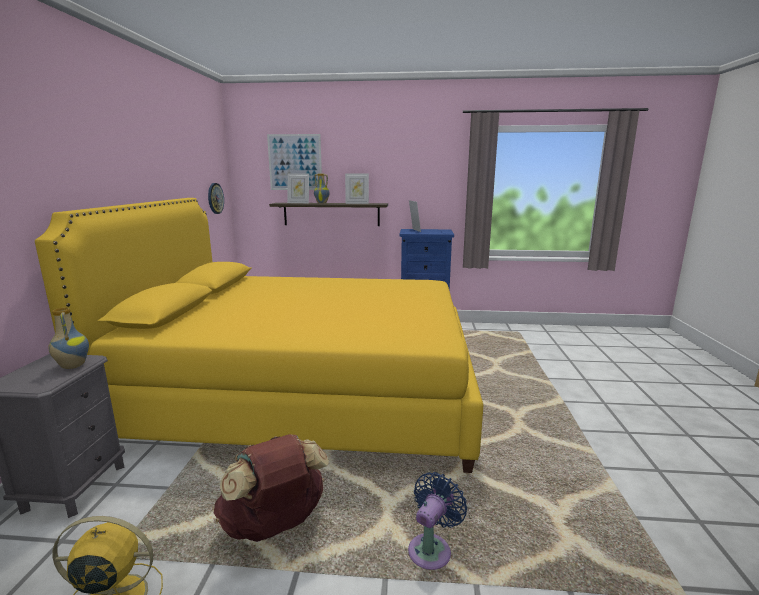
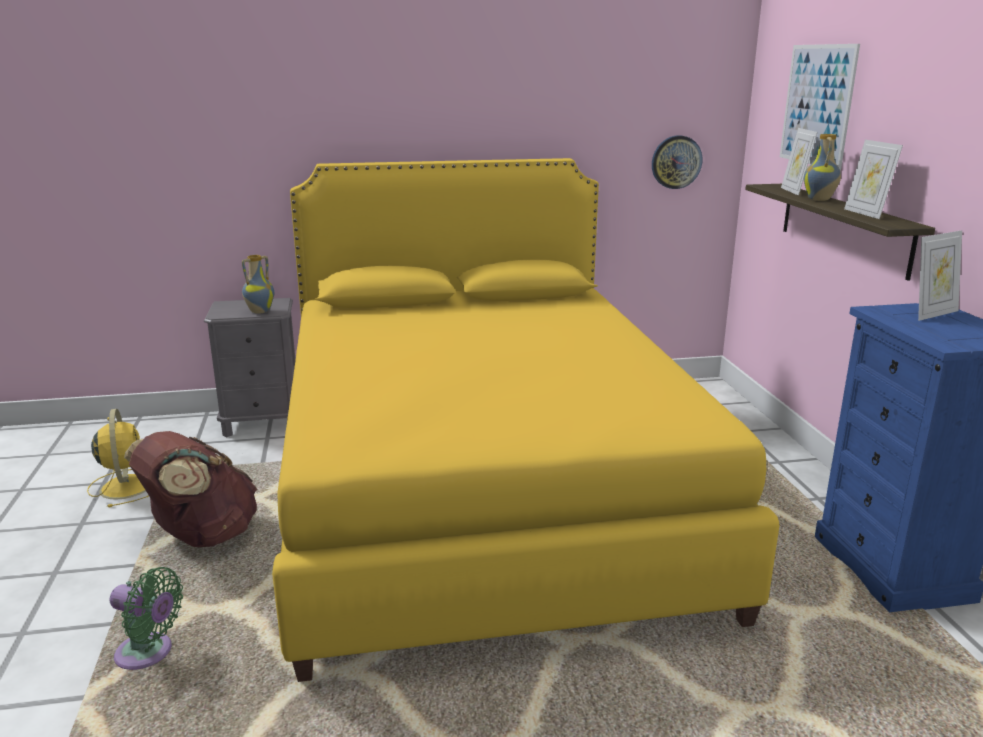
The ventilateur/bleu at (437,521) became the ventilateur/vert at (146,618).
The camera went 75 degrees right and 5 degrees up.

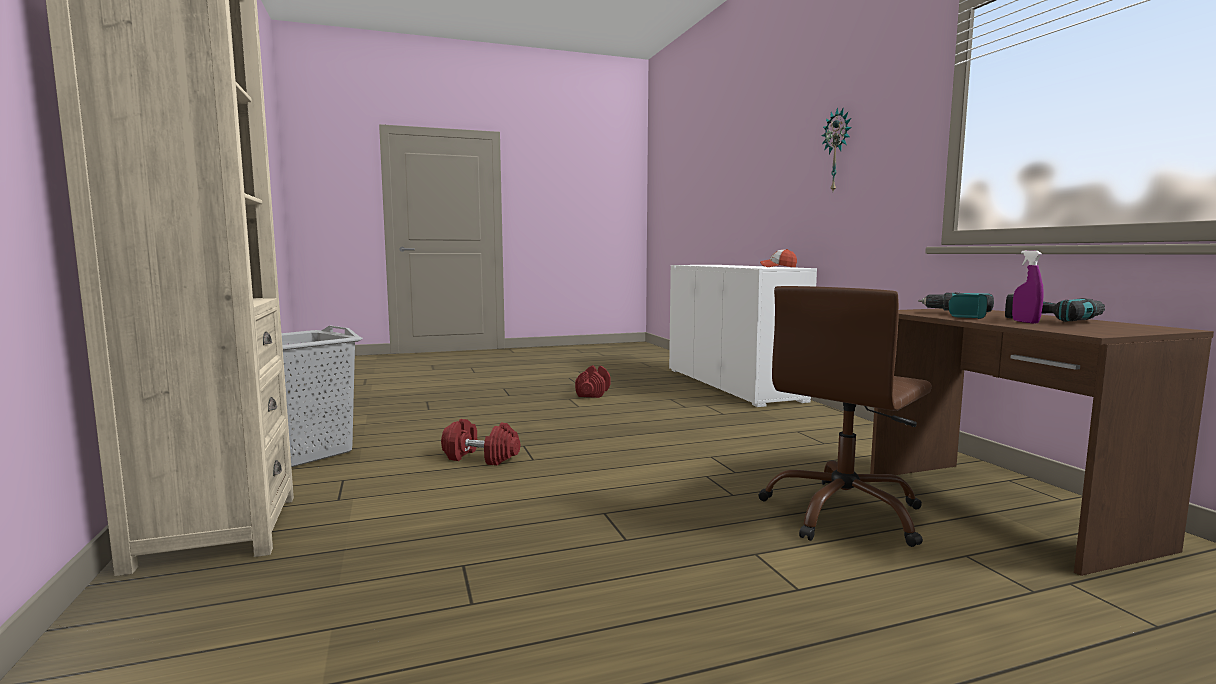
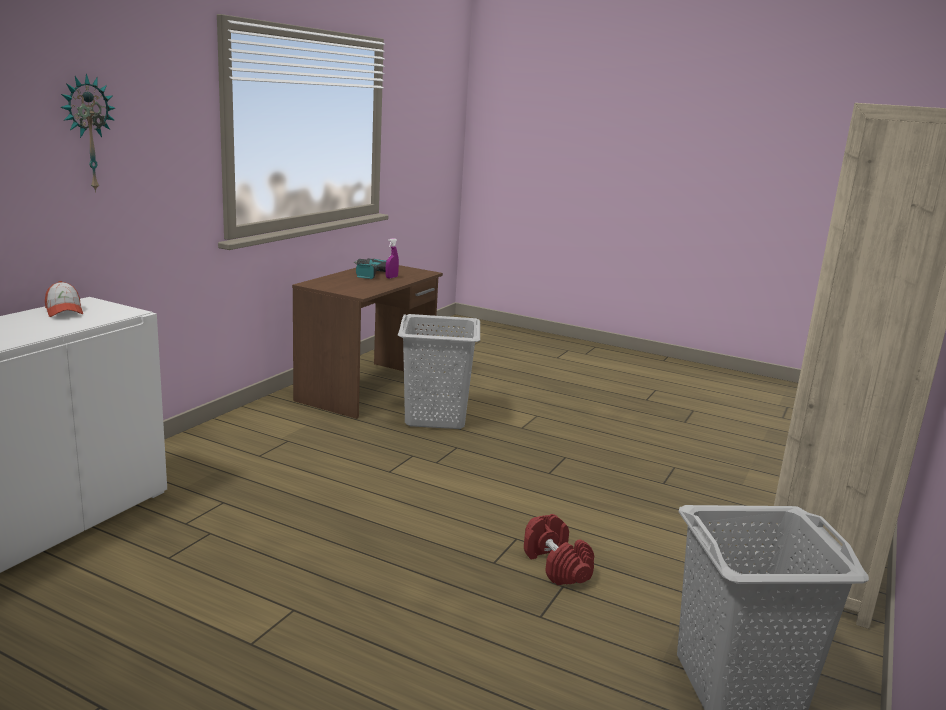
The haltère/rouge at (592,382) disappeared.
The perceuse at (956,305) disappeared.
The chaise de bureau/marron at (845,416) was replaced by the panier à linge/gris at (439,371).
The camera went 135 degrees left and 10 degrees up.

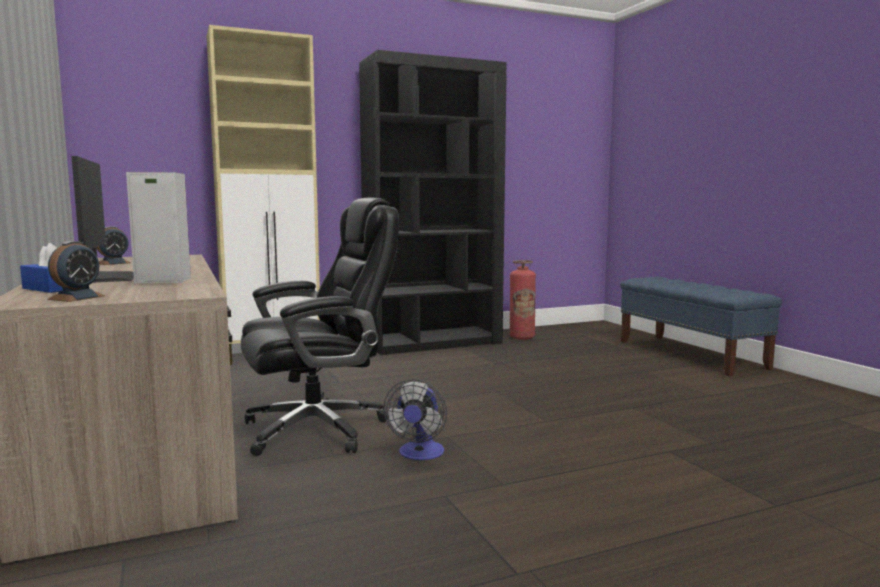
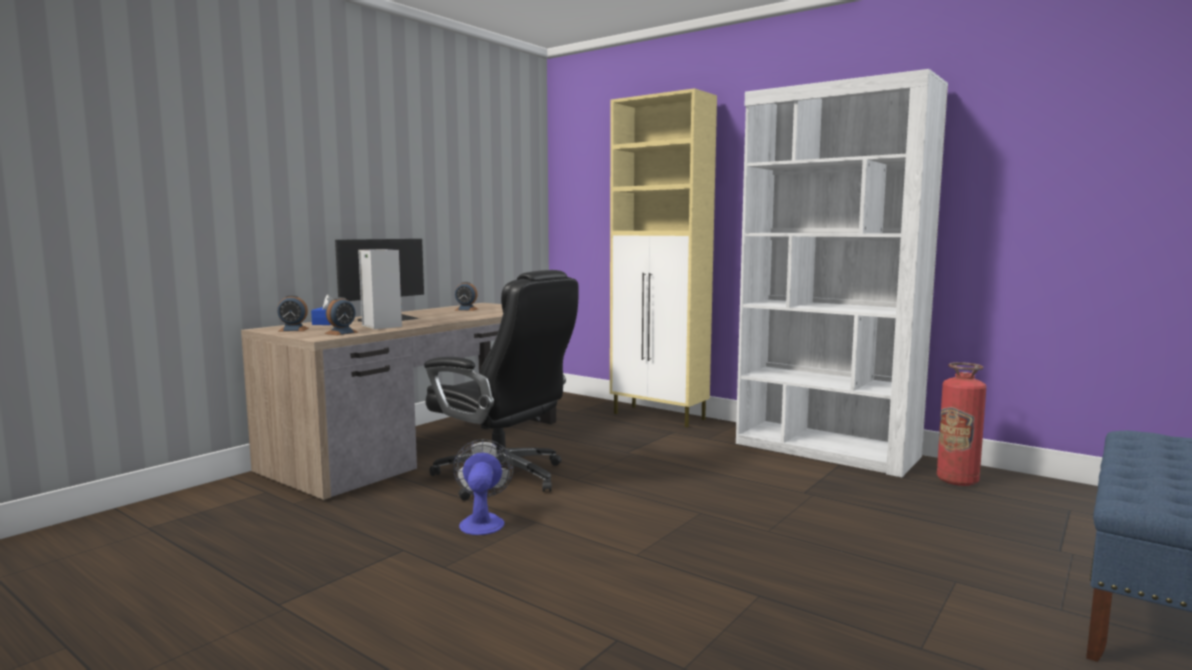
The réveil at (341,316) appeared.
The bibliothèque/noir at (433,202) became the bibliothèque/blanc at (842,273).
The ventilateur at (415,419) turned 105 degrees clockwise.
The camera went 60 degrees right and 0 degrees up.

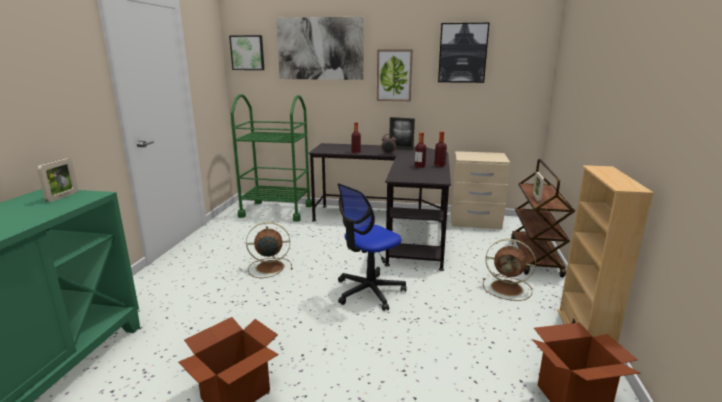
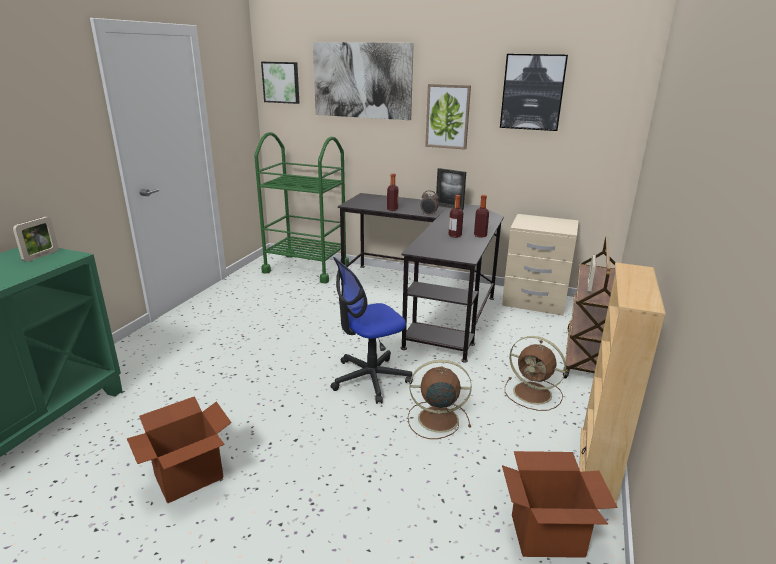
The ventilateur/marron moved from (269,250) to (440,399).
The camera went 10 degrees right and 5 degrees up.

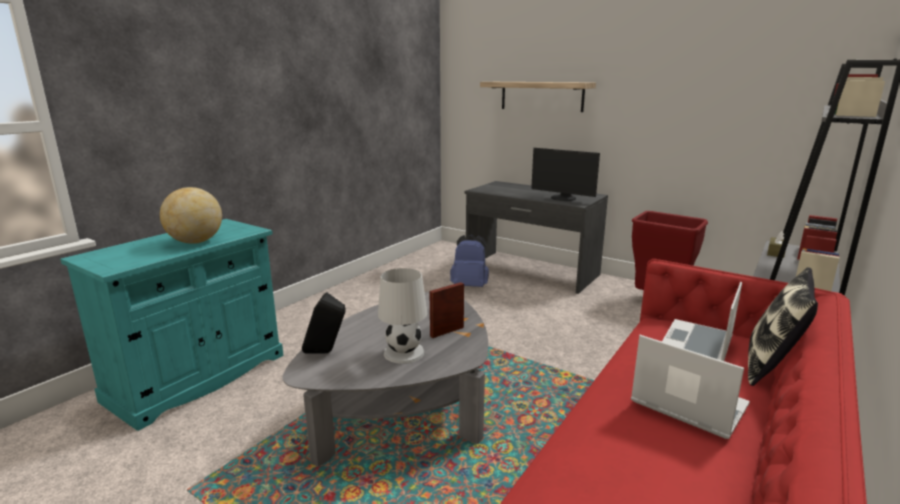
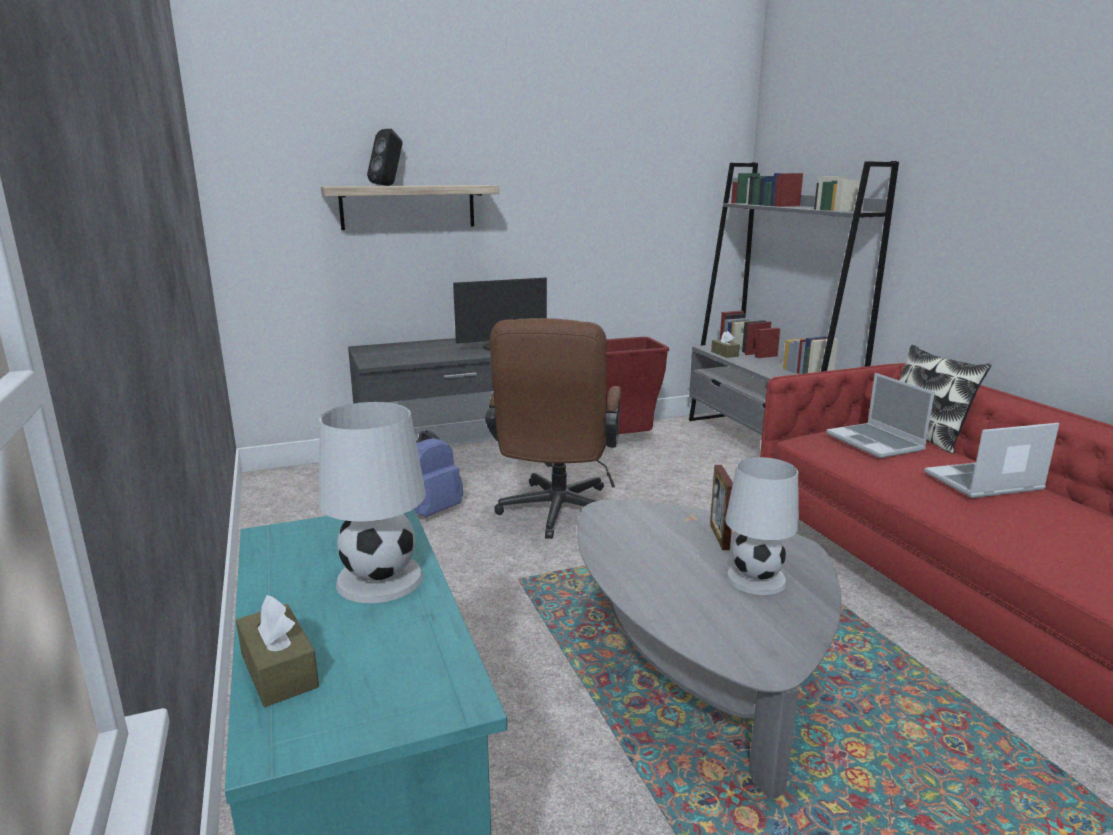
The boîte à mouchoirs/marron at (277,651) appeared.
The chaise de bureau/marron at (553,428) appeared.
The enceinte/noir moved from (324,323) to (385,157).
The globe at (191,215) was replaced by the lampe de table/blanc at (372,502).
The camera went 55 degrees left and 0 degrees up.

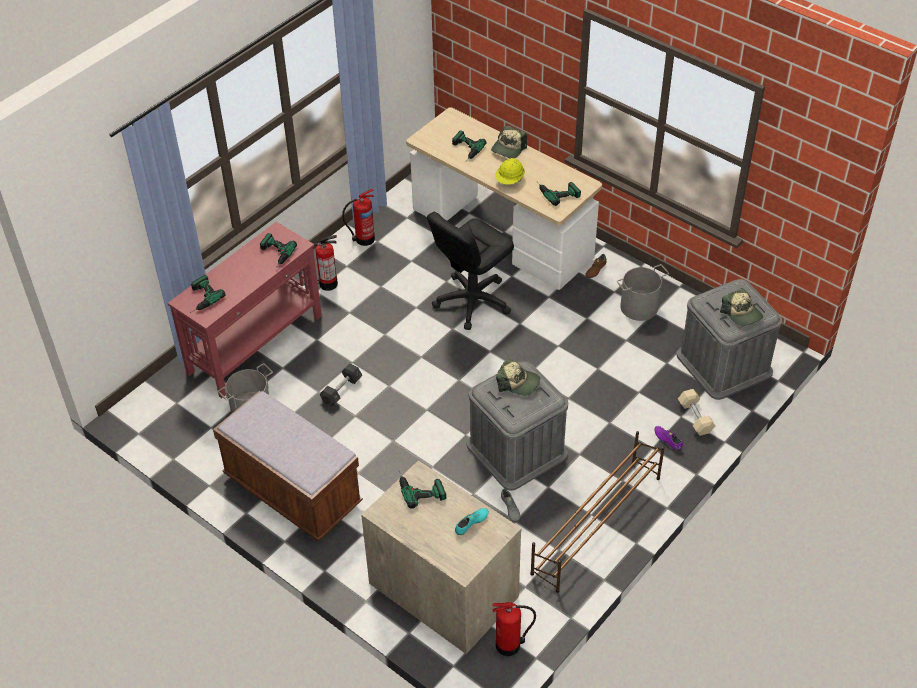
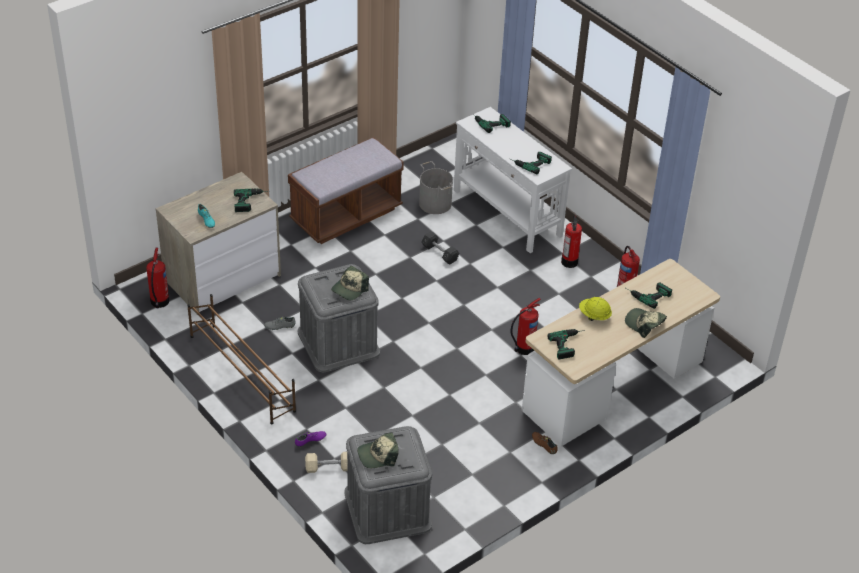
The seau/gris at (643,292) disappeared.
The chaise de bureau/noir at (470,271) was replaced by the extincteur at (526,326).
The table console/rouge at (245,310) became the table console/blanc at (513,180).
The camera went 100 degrees right and 5 degrees down.

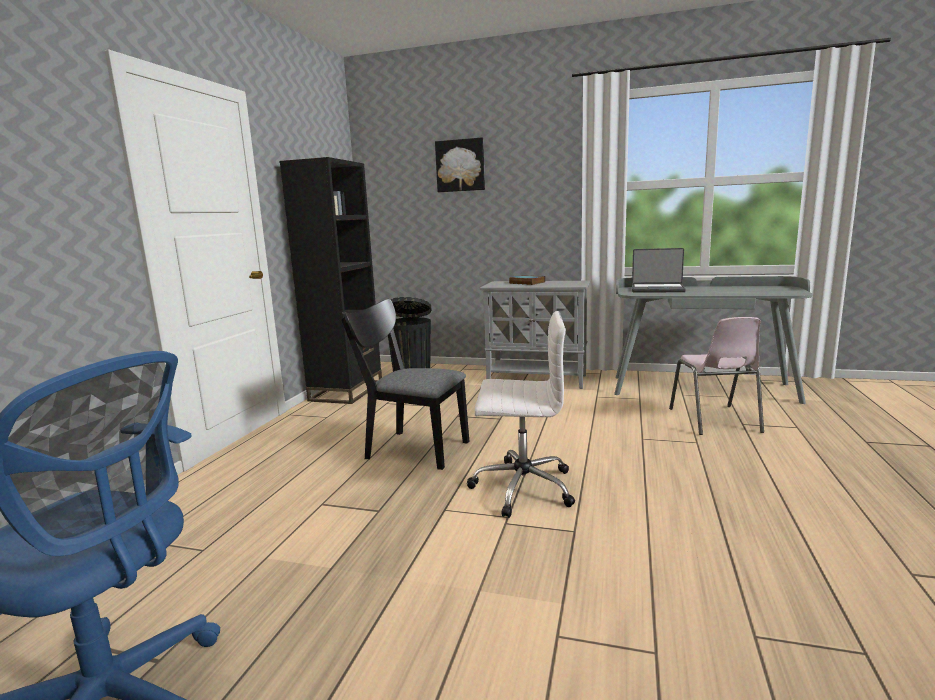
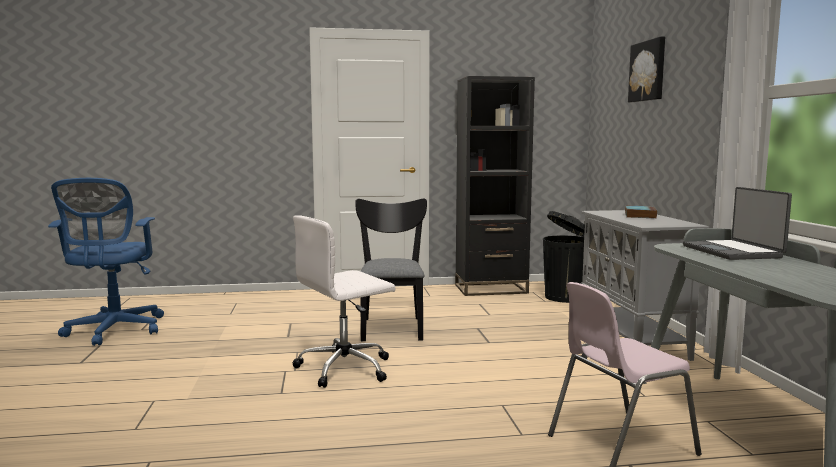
The chaise de bureau/blanc at (521,414) turned 75 degrees clockwise.
The camera went 65 degrees right and 5 degrees down.

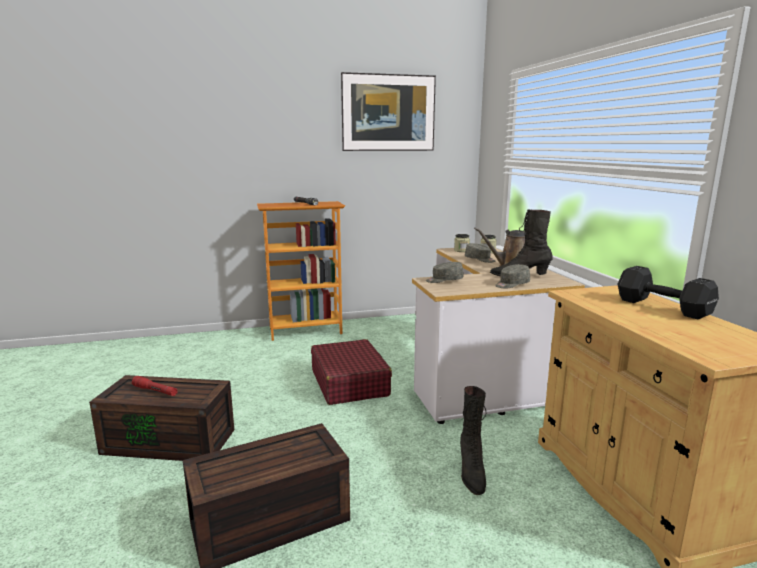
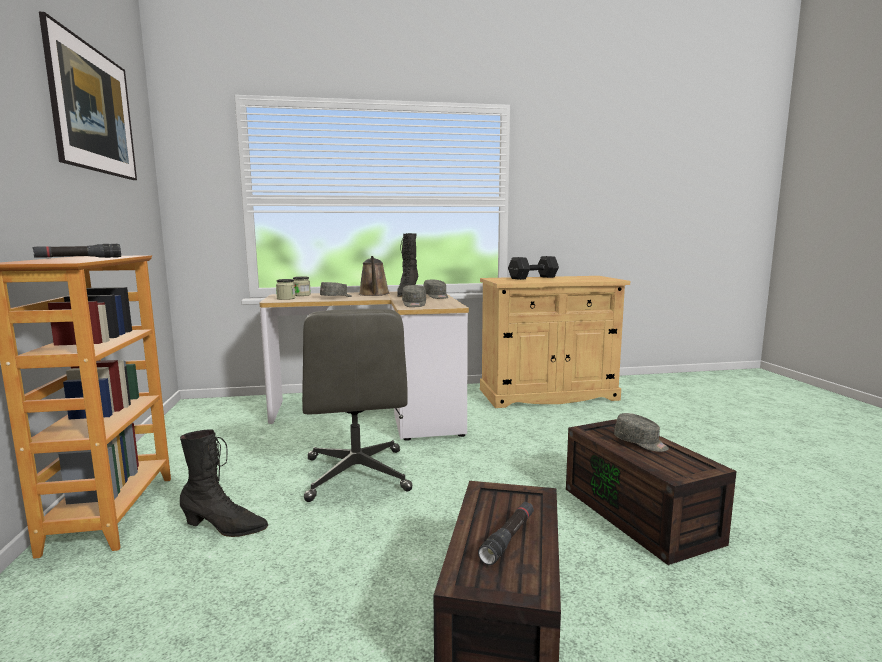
The casquette/gris at (641,432) appeared.
The botte/noir moved from (473,440) to (224,483).
The valise/rouge at (351,372) was replaced by the chaise de bureau/gris at (357,405).
The lampe de poche/rouge at (154,386) became the lampe de poche/noir at (506,533).
The camera went 85 degrees left and 5 degrees down.

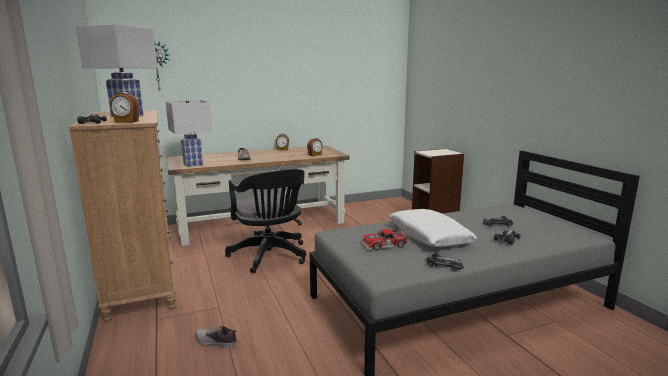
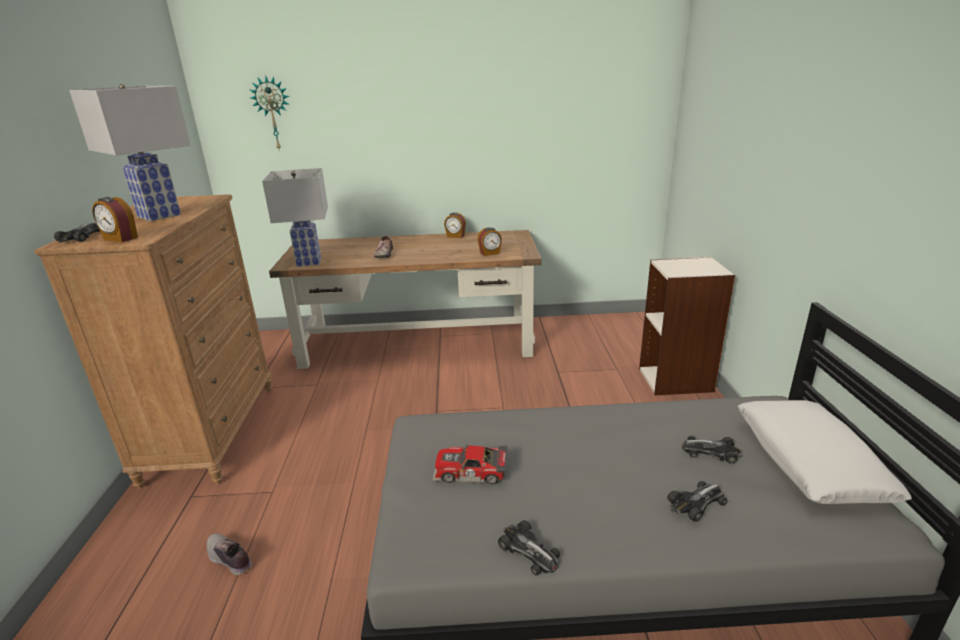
The chaise de bureau/noir at (265,221) disappeared.
The coussin/blanc moved from (433,228) to (824,452).
The camera went 20 degrees right and 10 degrees up.

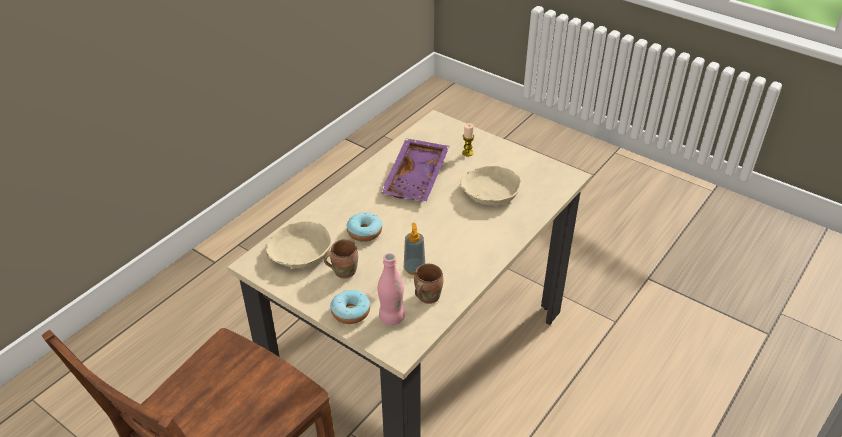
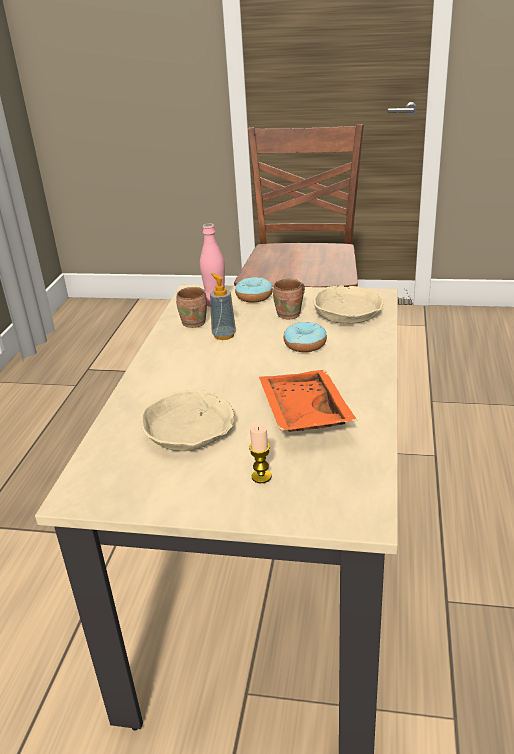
The plateau/violet at (415,170) became the plateau/orange at (308,401).
The camera went 155 degrees right and 10 degrees down.

